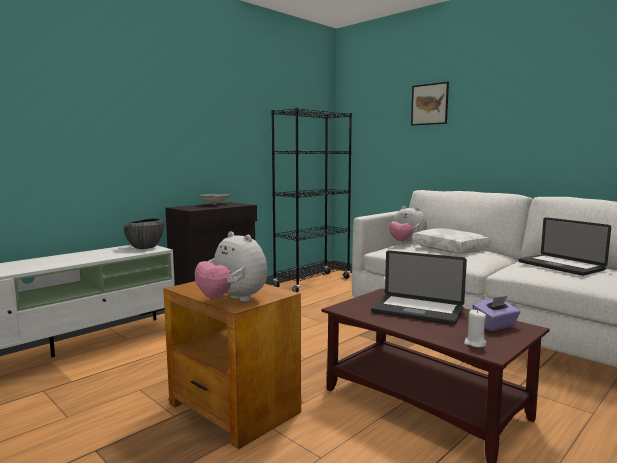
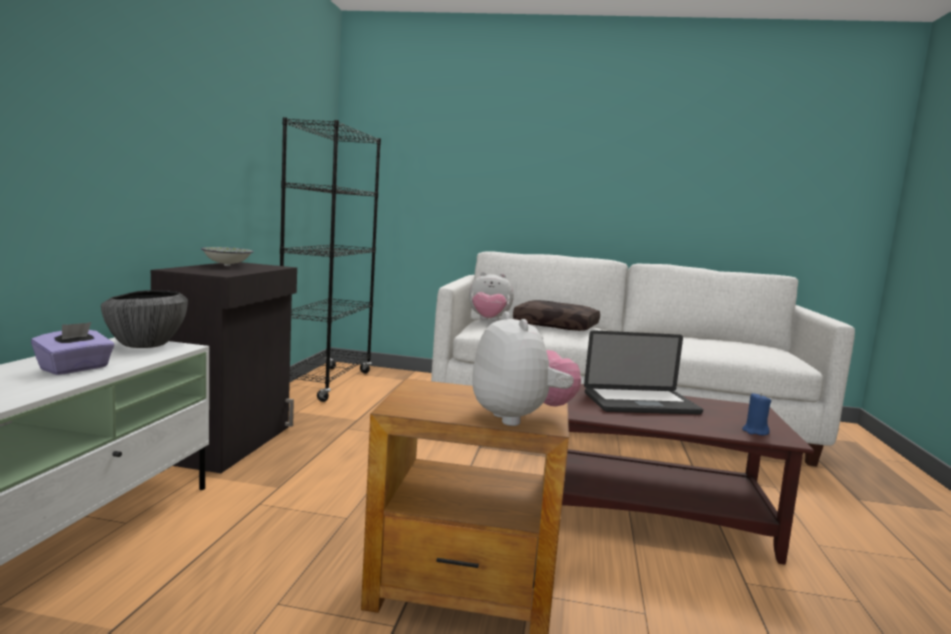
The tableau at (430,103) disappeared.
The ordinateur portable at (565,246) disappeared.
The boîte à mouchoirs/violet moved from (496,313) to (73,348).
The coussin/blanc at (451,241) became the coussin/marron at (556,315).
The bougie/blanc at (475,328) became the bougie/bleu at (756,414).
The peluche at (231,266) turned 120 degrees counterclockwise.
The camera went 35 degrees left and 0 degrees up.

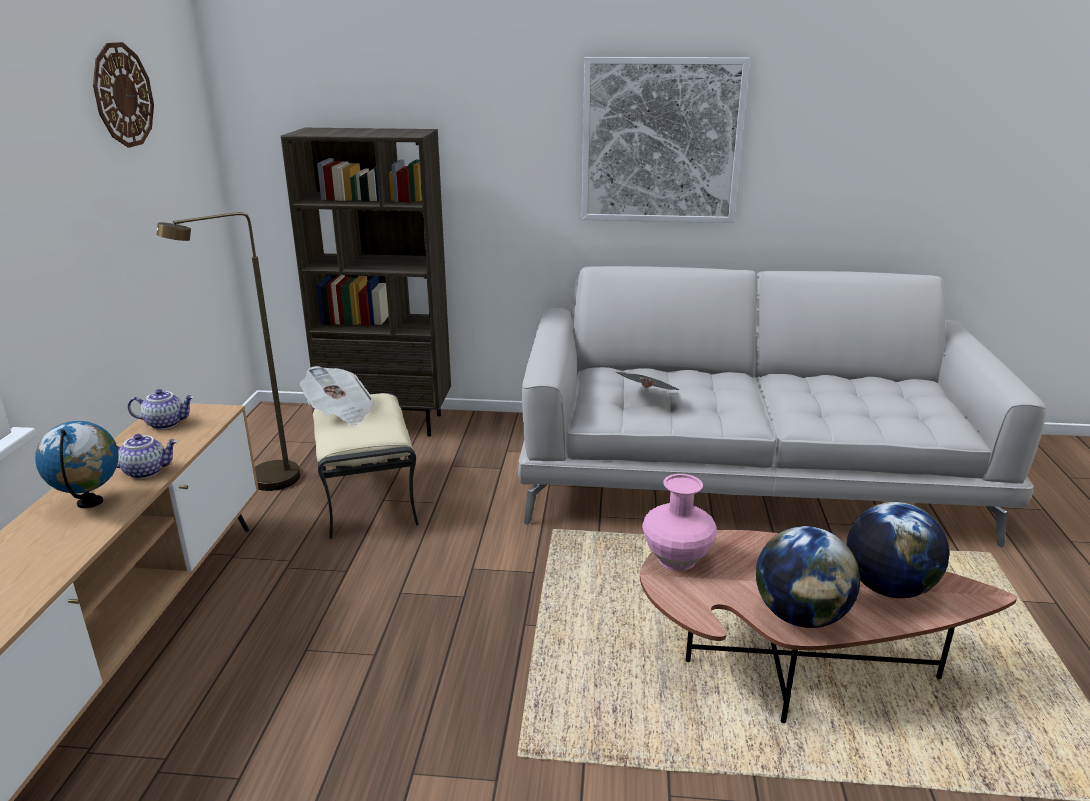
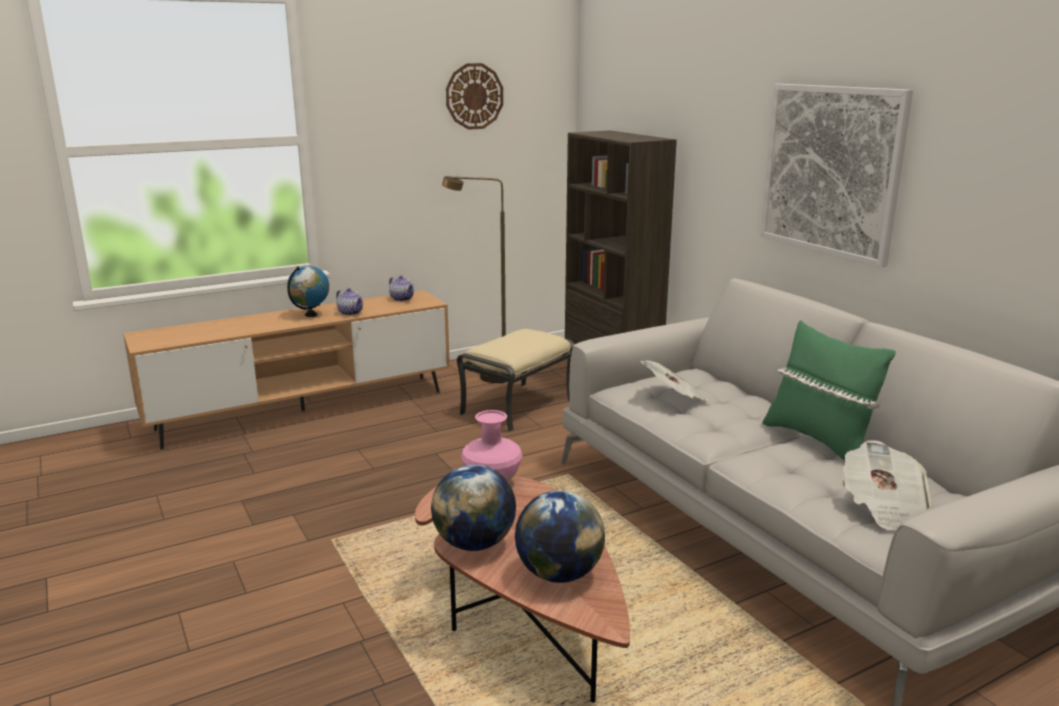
The coussin/vert at (829,390) appeared.
The journal moved from (338,395) to (886,485).
The camera went 55 degrees right and 5 degrees down.

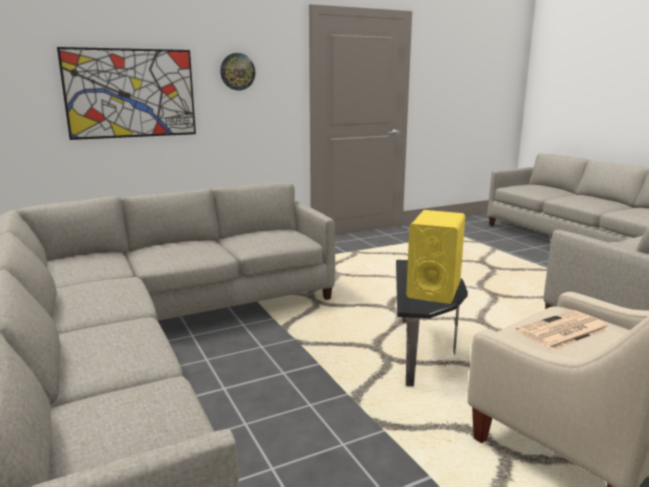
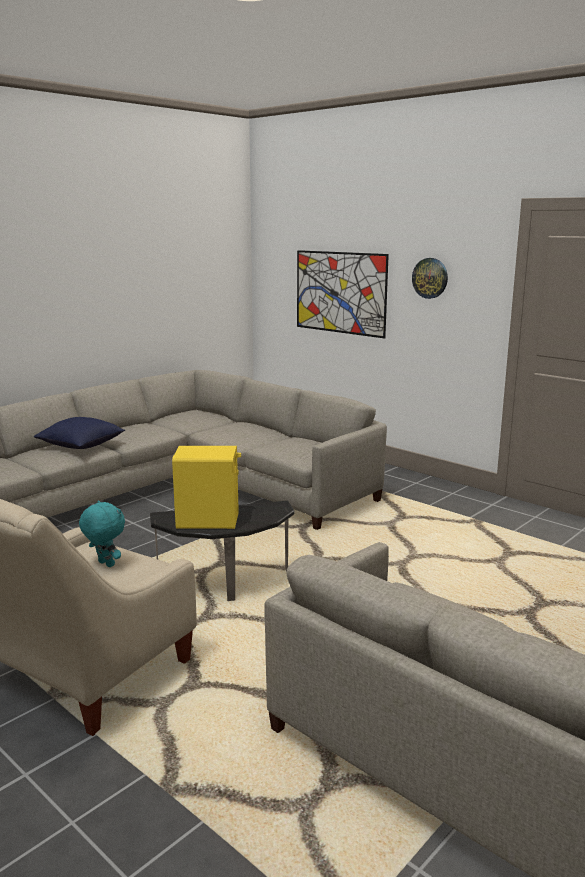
The coussin/bleu at (79,433) appeared.
The journal at (563,330) was replaced by the peluche/turquoise at (102,533).
The camera went 70 degrees right and 0 degrees up.

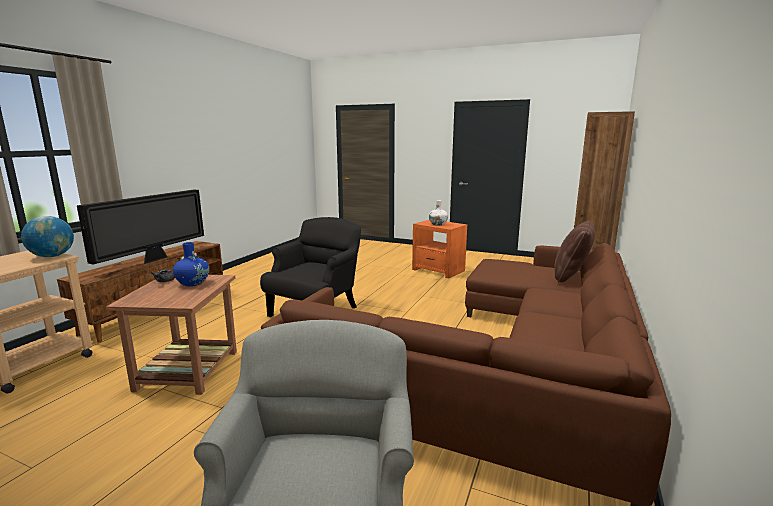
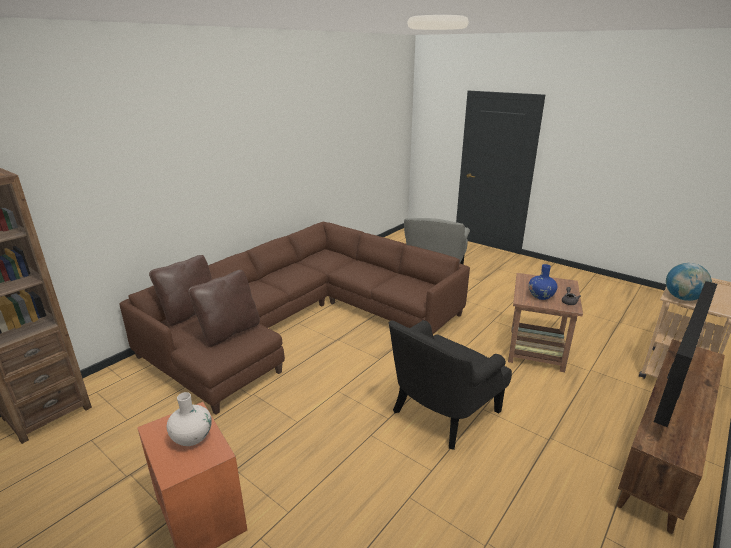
The coussin/marron at (224,308) appeared.
The camera went 165 degrees left and 10 degrees up.

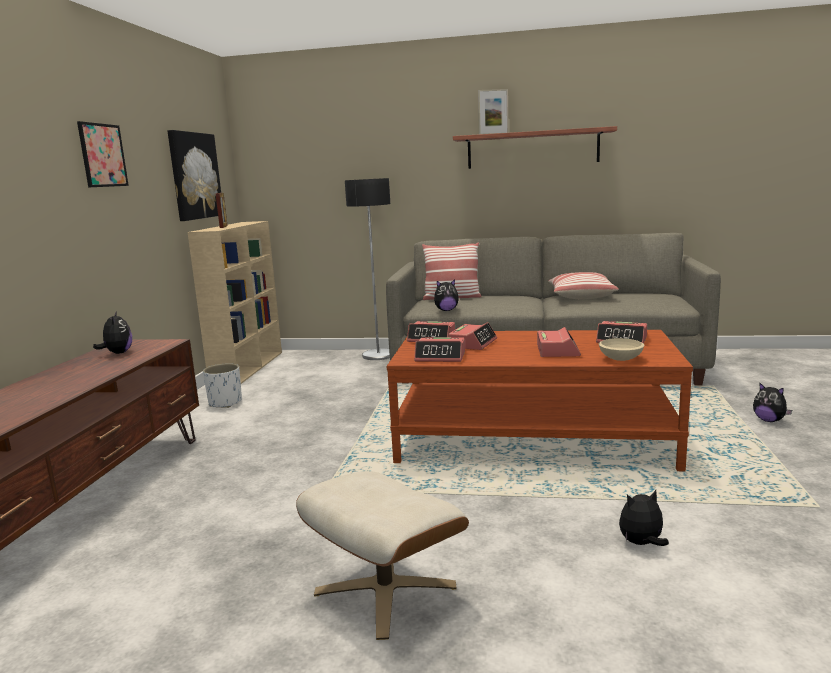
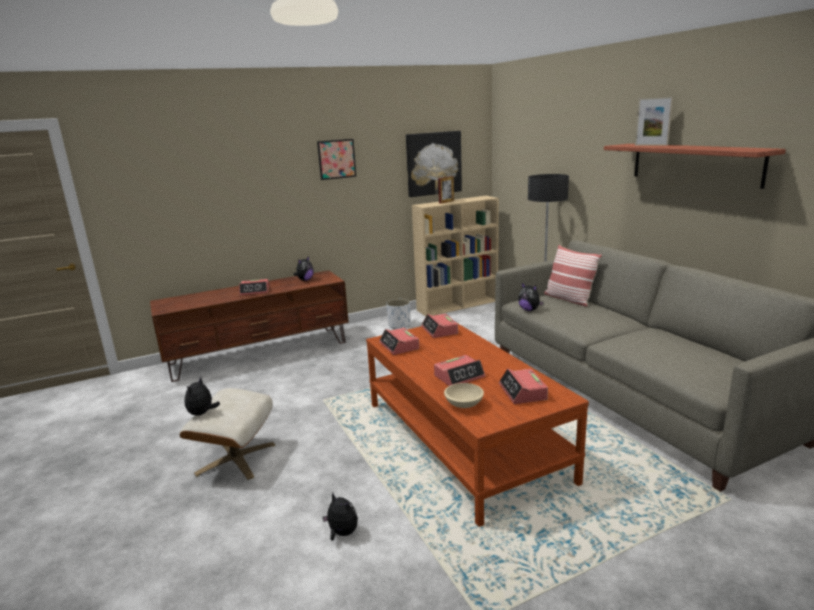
The coussin at (583,285) disappeared.
The réveil moved from (472,336) to (254,287).
The peluche moved from (772,402) to (202,396).
The camera went 55 degrees right and 5 degrees up.

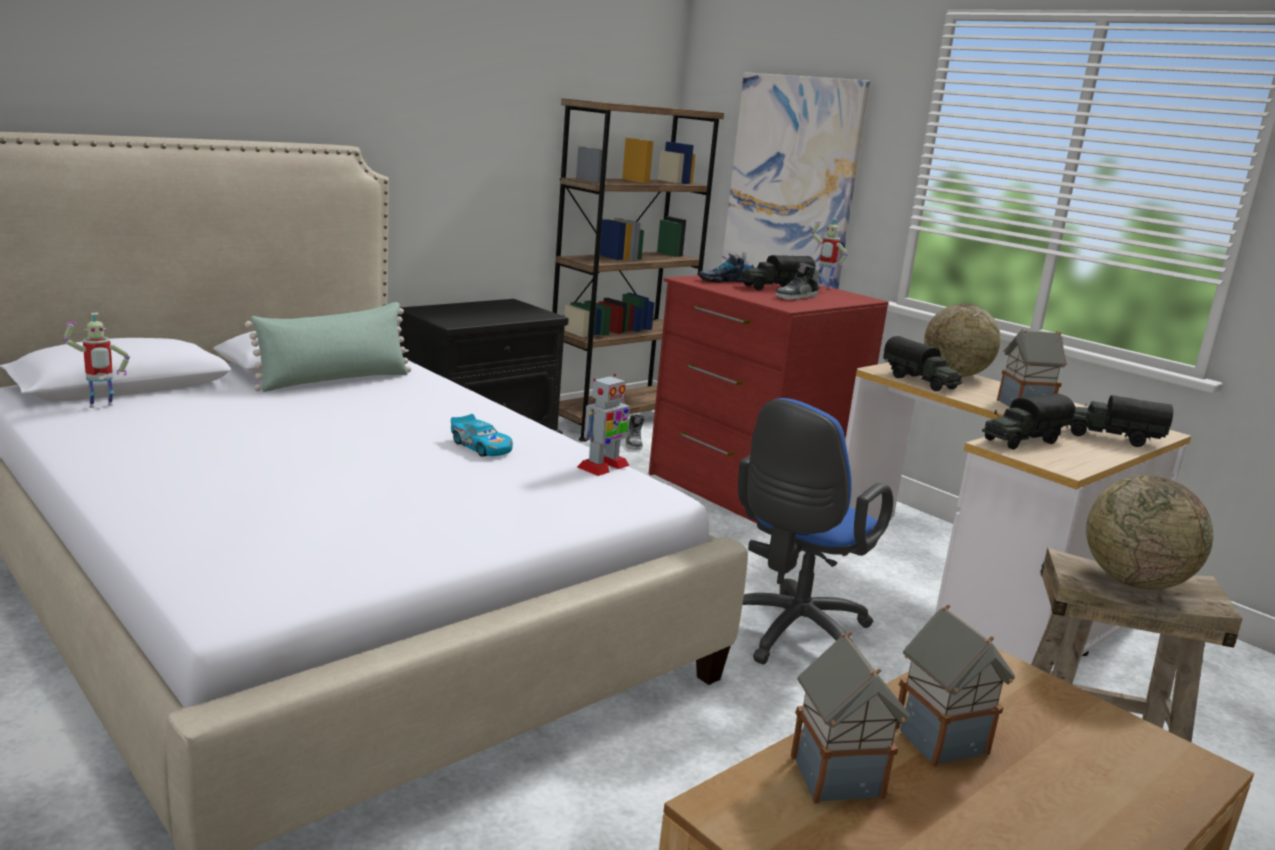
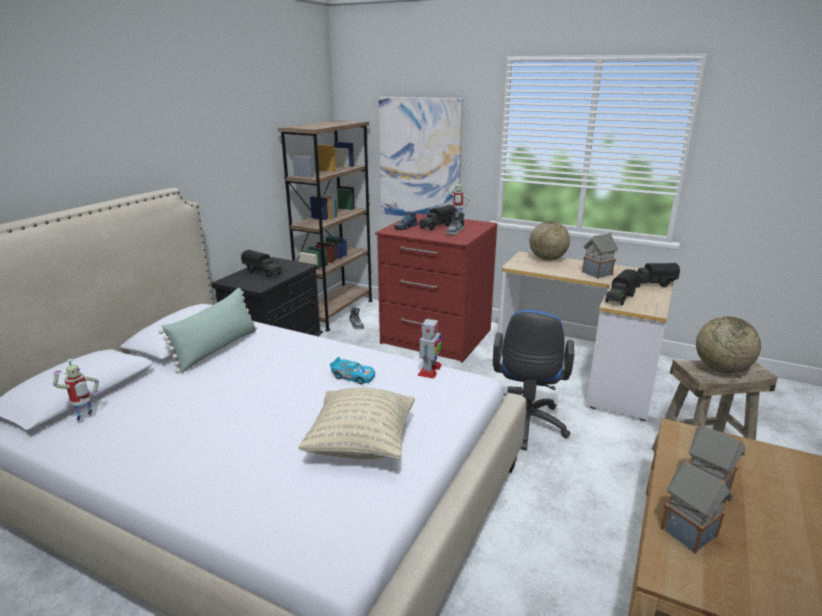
The coussin/beige at (356,424) appeared.
The camion jouet moved from (922,363) to (262,264).
The camera went 20 degrees left and 5 degrees up.

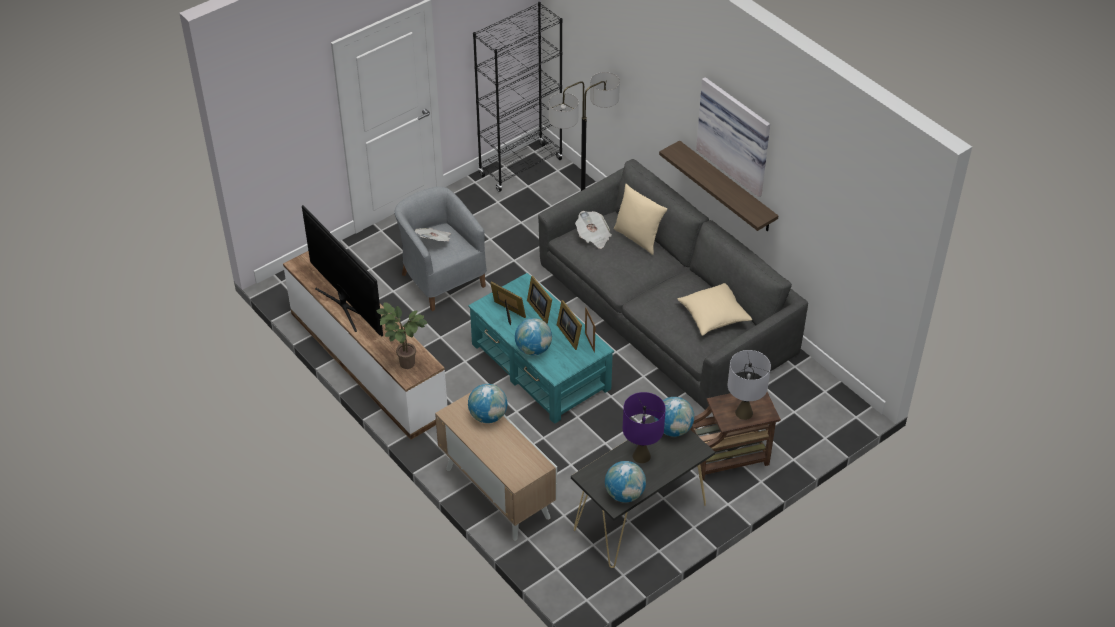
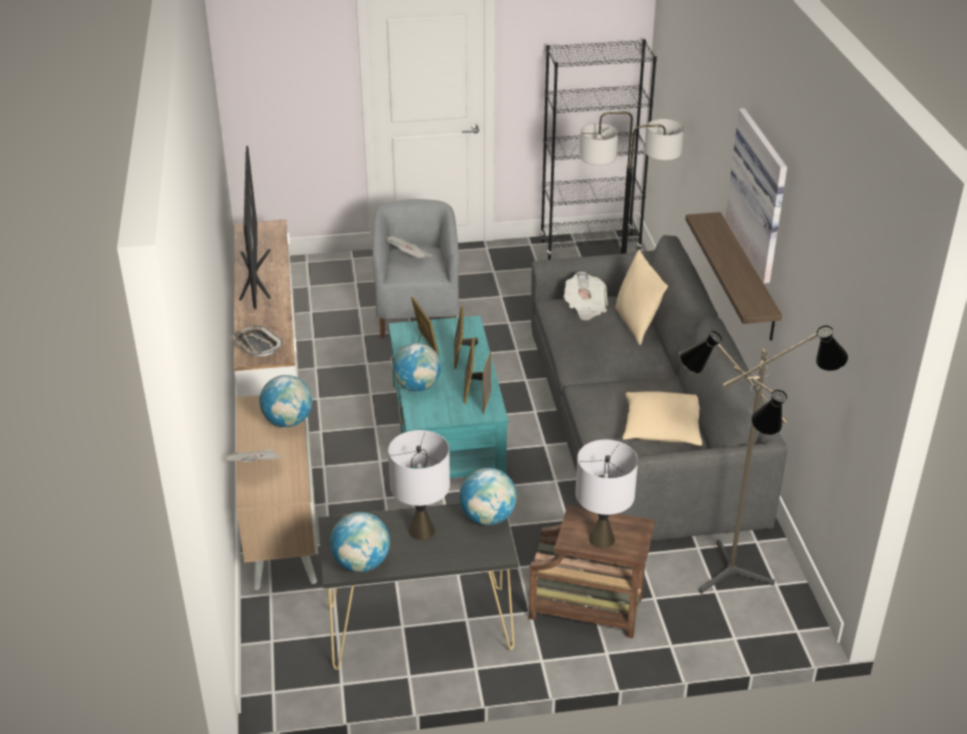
The journal at (253,455) appeared.
The lampadaire at (763,460) appeared.
The plante en pot at (401,335) was replaced by the plateau at (256,341).
The lampe de table/violet at (644,427) became the lampe de table/gris at (419,485).
The camera went 30 degrees right and 10 degrees down.

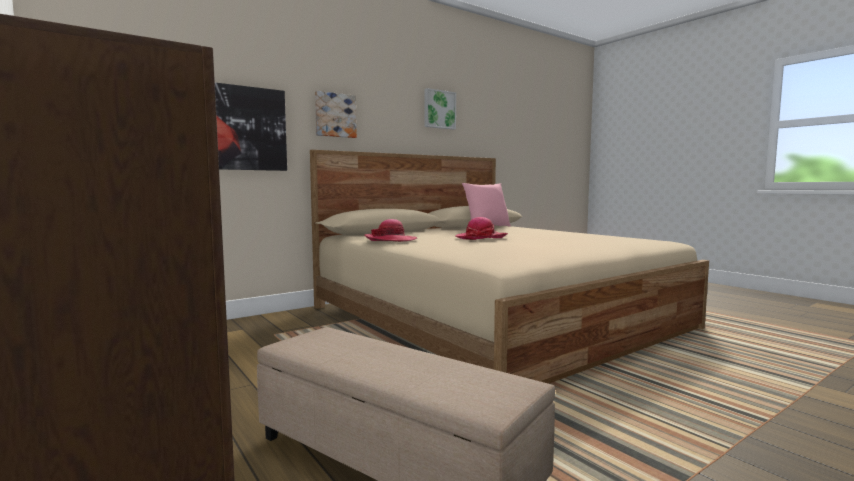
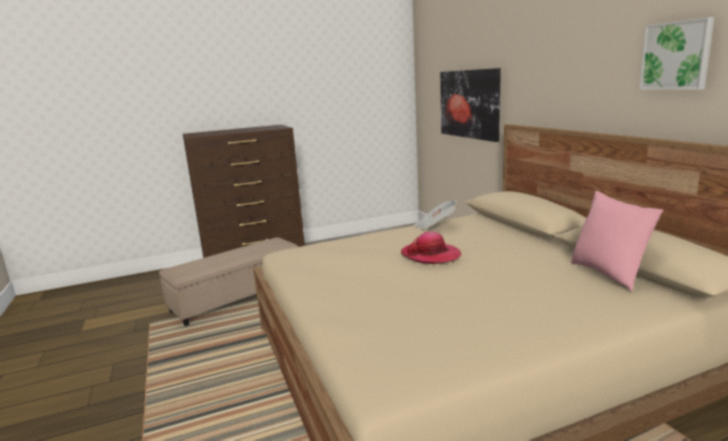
The tableau at (336,114) disappeared.
The chapeau at (390,230) was replaced by the journal at (435,215).
The camera went 105 degrees right and 10 degrees up.

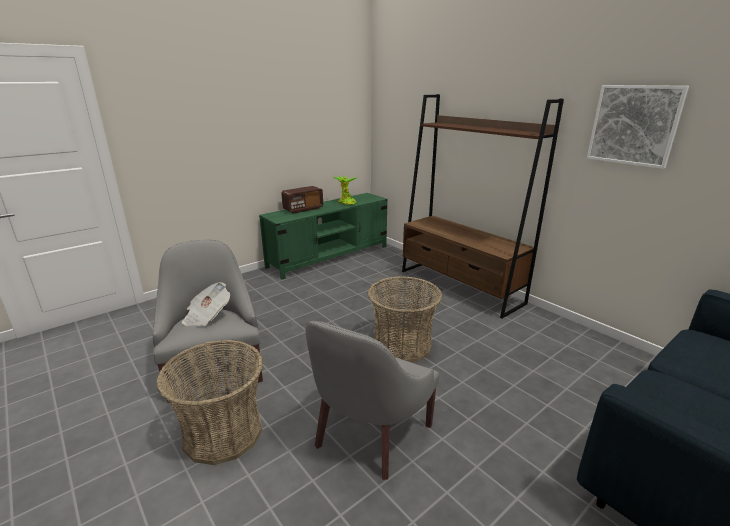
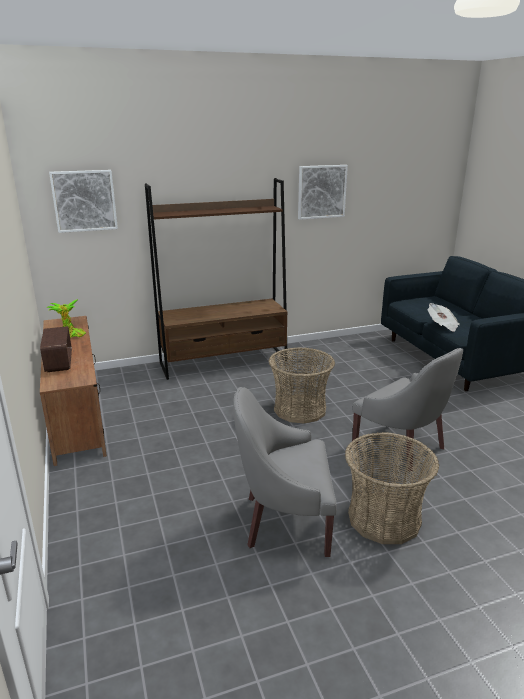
The tableau at (83,201) appeared.
The journal moved from (206,304) to (443,317).
The meuble télé/vert at (323,236) became the meuble télé/marron at (73,391).
The camera went 70 degrees left and 0 degrees up.

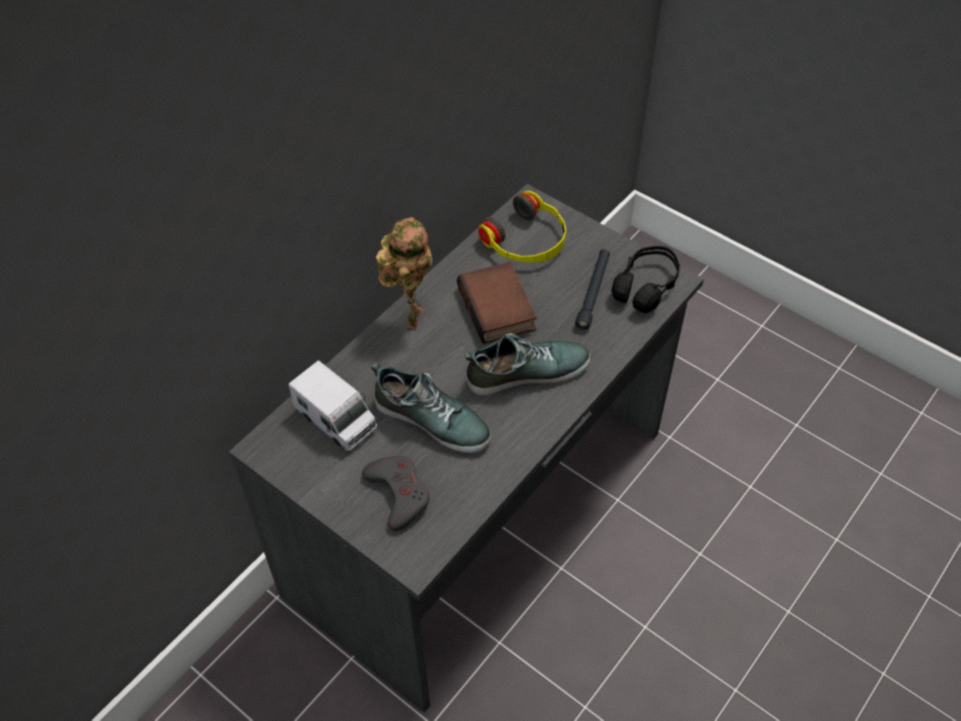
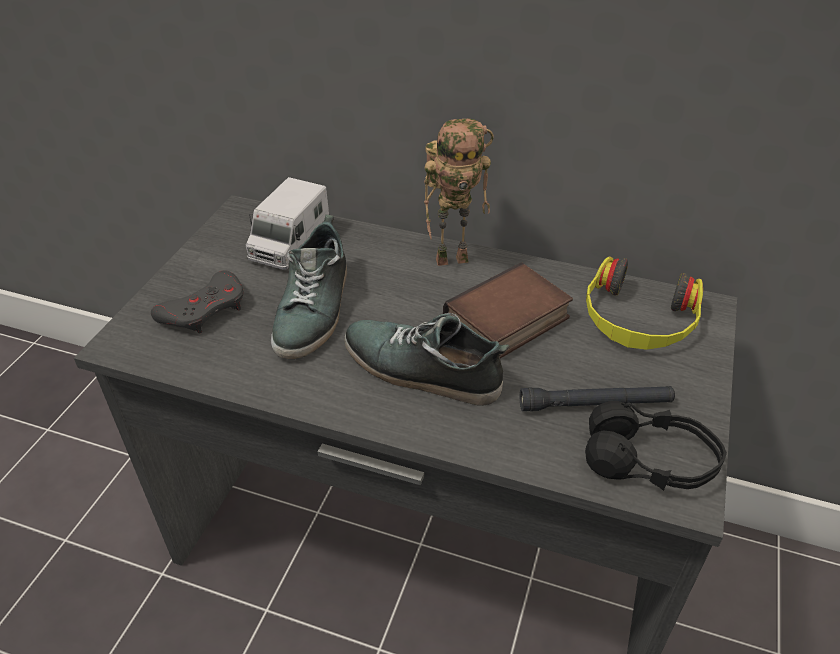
The chaussure at (528,364) turned 150 degrees clockwise.
The camera went 70 degrees right and 10 degrees down.

